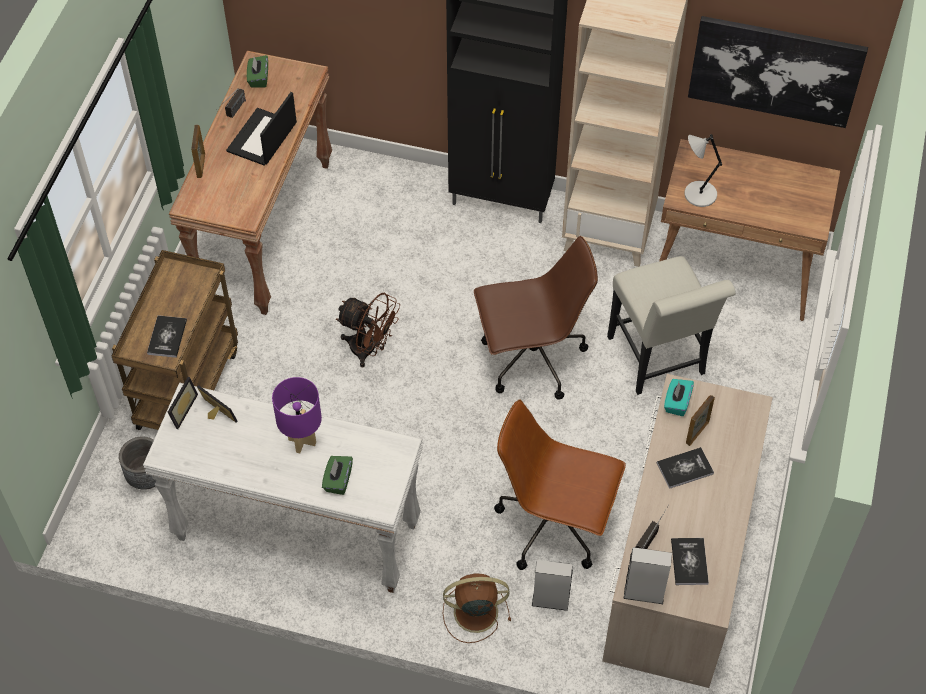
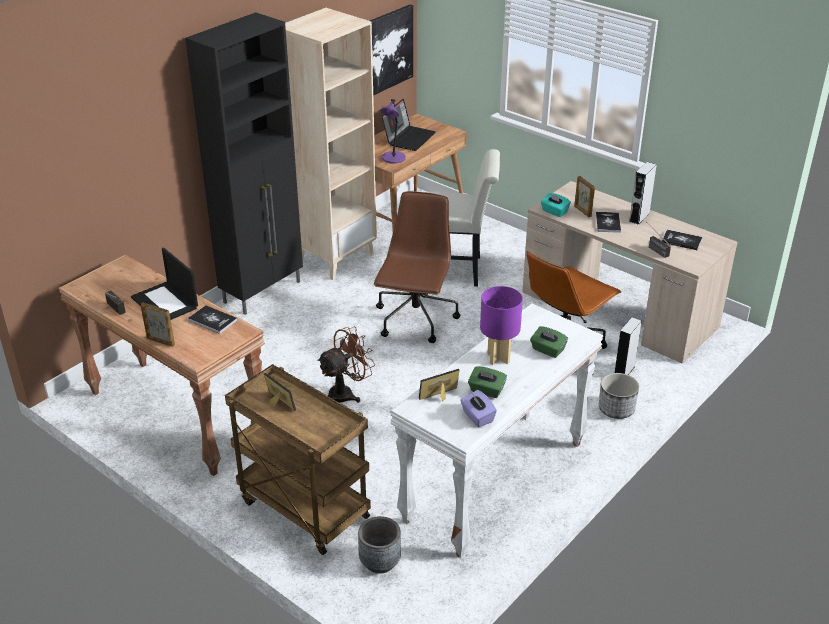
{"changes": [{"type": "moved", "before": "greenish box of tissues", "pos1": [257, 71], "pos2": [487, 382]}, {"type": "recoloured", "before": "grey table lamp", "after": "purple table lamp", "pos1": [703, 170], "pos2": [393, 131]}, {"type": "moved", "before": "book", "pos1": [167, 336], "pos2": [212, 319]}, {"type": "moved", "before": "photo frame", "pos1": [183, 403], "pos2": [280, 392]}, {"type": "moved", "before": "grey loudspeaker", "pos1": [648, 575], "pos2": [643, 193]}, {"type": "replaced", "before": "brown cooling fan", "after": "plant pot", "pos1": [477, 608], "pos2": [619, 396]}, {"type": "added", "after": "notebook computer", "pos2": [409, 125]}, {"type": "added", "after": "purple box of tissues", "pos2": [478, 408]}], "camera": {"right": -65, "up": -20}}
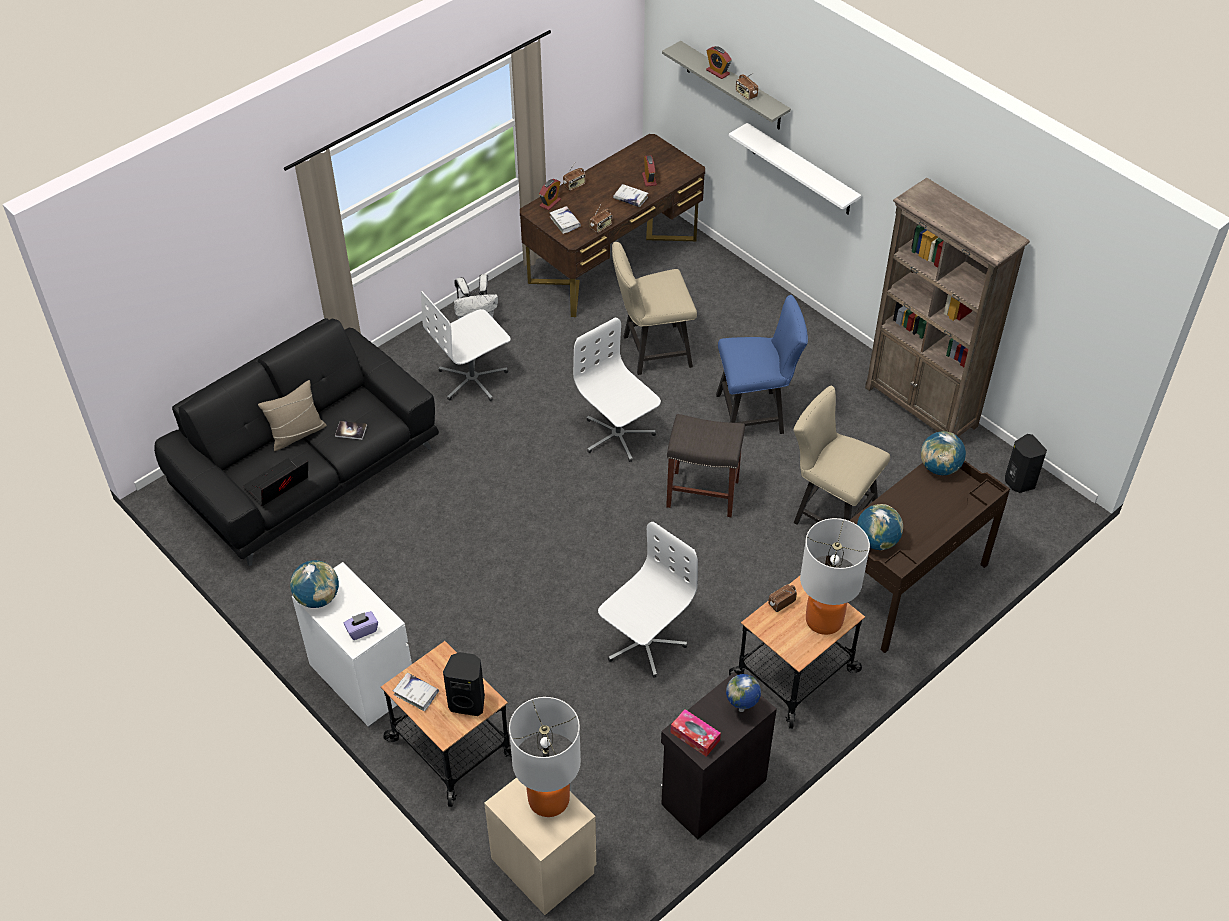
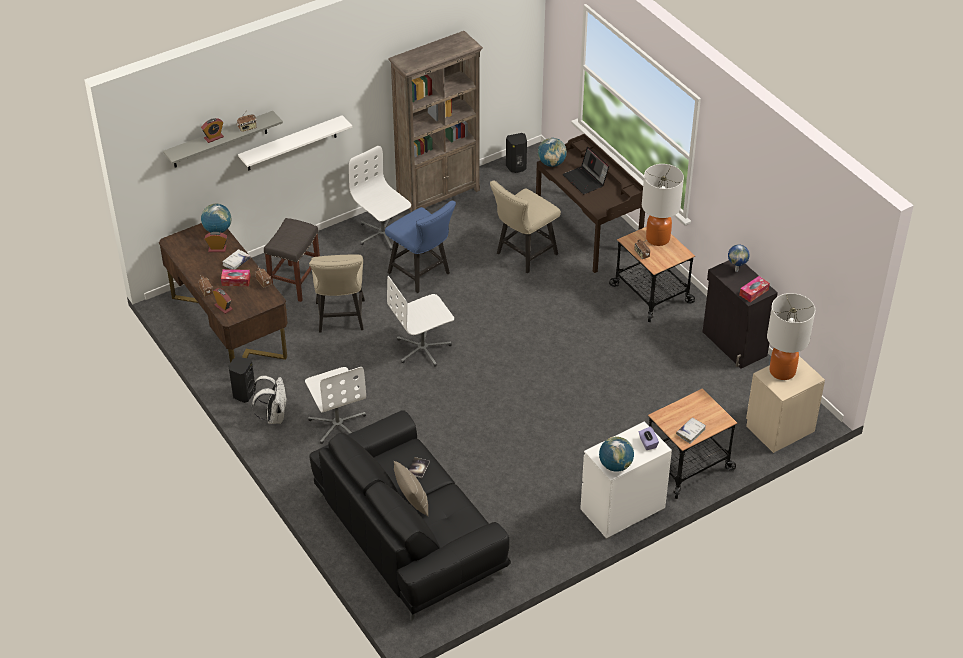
{"changes": [{"type": "removed", "before": "whitish book", "pos1": [565, 220]}, {"type": "turned", "before": "bluish plain chair", "pos1": [762, 364], "pos2": [420, 247], "turn": 135}, {"type": "moved", "before": "grey sitting stool", "pos1": [705, 465], "pos2": [292, 260]}, {"type": "moved", "before": "notebook computer", "pos1": [275, 482], "pos2": [586, 170]}, {"type": "moved", "before": "globe", "pos1": [880, 527], "pos2": [216, 218]}, {"type": "moved", "before": "whitish desk chair", "pos1": [648, 600], "pos2": [380, 198]}, {"type": "moved", "before": "black loudspeaker", "pos1": [464, 684], "pos2": [242, 380]}, {"type": "added", "after": "box of tissues", "pos2": [236, 277]}], "camera": {"right": -80, "up": -5}}
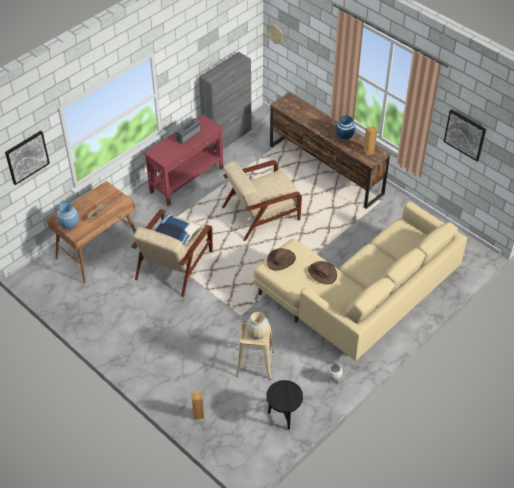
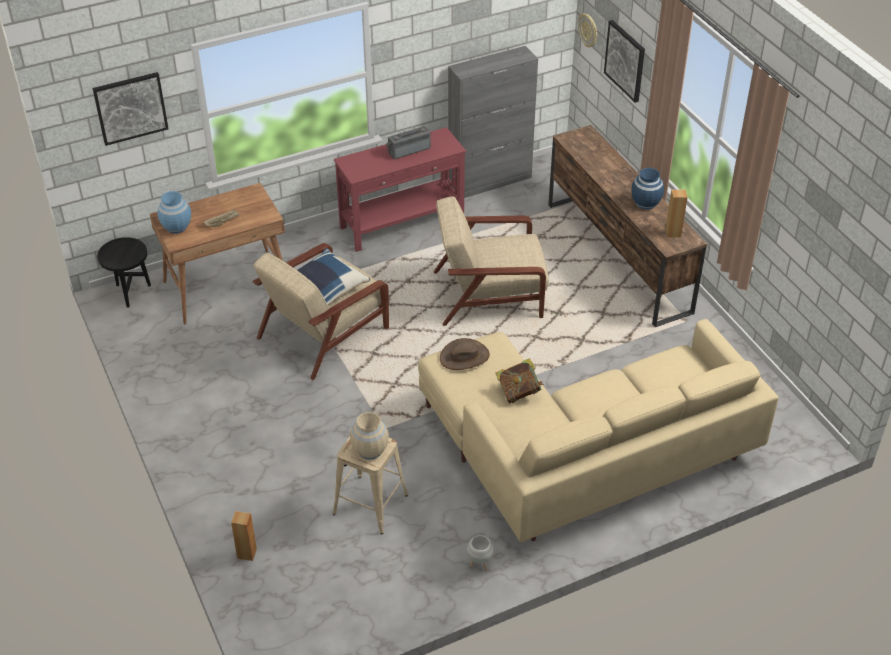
{"changes": [{"type": "moved", "before": "wall picture", "pos1": [465, 135], "pos2": [624, 61]}, {"type": "replaced", "before": "brown wearable hat", "after": "book", "pos1": [322, 273], "pos2": [519, 380]}, {"type": "moved", "before": "black accent table", "pos1": [284, 405], "pos2": [124, 272]}], "camera": {"right": 20, "up": -5}}
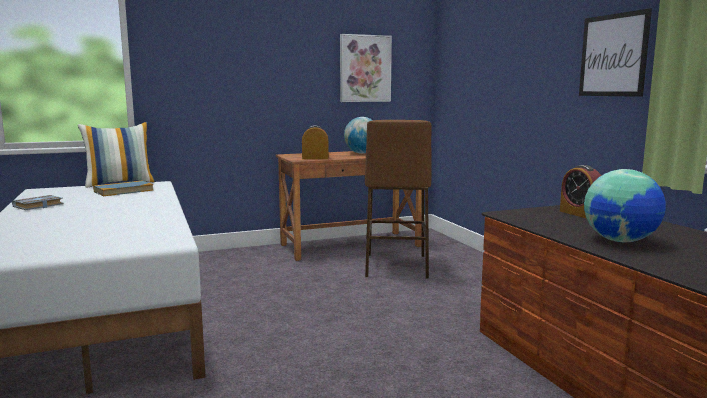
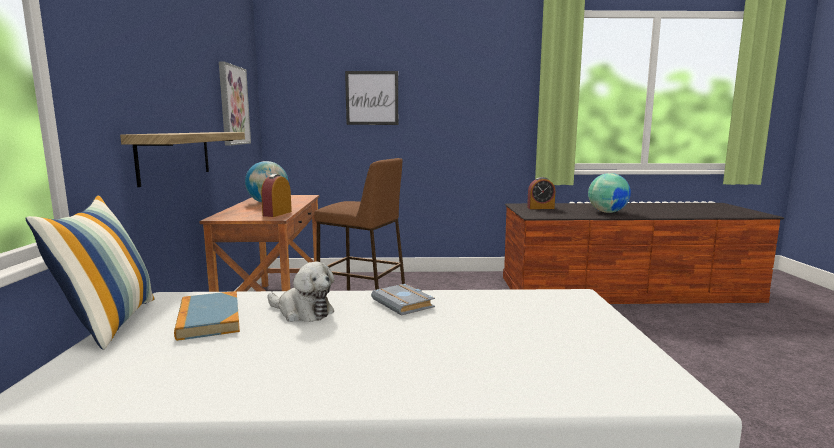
{"changes": [{"type": "moved", "before": "wall picture", "pos1": [615, 52], "pos2": [371, 98]}, {"type": "moved", "before": "grey book", "pos1": [38, 202], "pos2": [403, 300]}, {"type": "added", "after": "wall shelf", "pos2": [182, 159]}, {"type": "added", "after": "cuddly toy", "pos2": [300, 292]}], "camera": {"right": -70, "up": 0}}
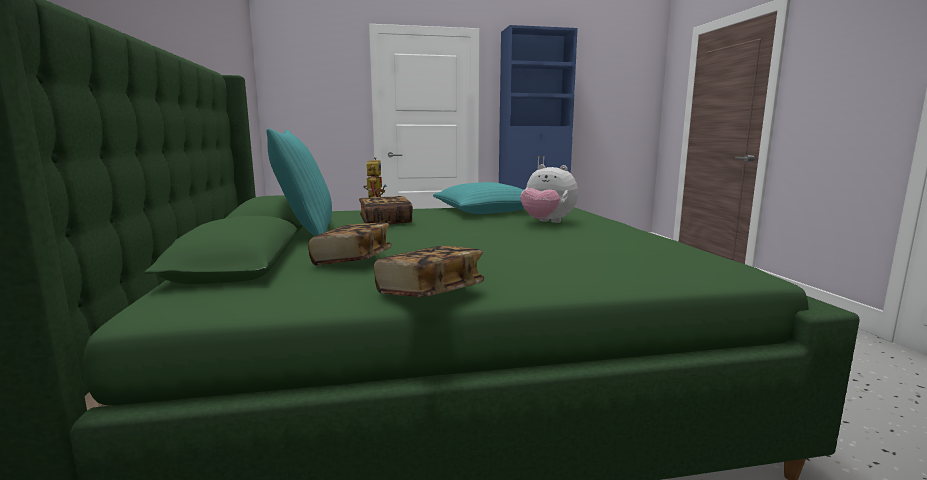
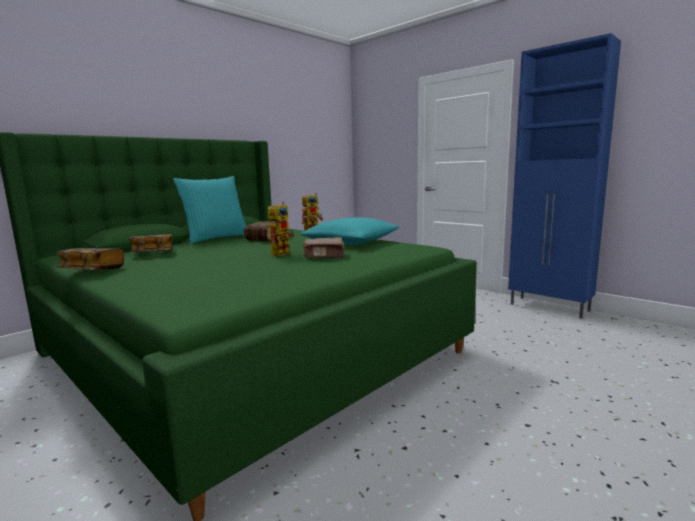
{"changes": [{"type": "replaced", "before": "cuddly toy", "after": "brown book", "pos1": [549, 193], "pos2": [324, 247]}, {"type": "added", "after": "toy robot", "pos2": [281, 229]}], "camera": {"right": 55, "up": 0}}
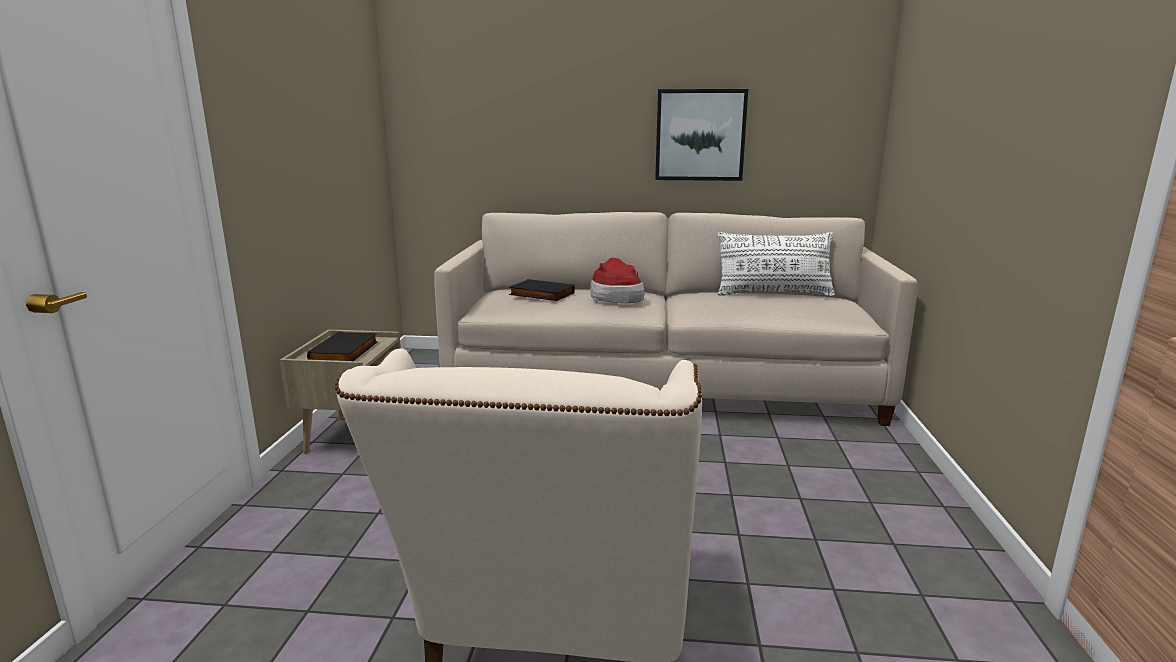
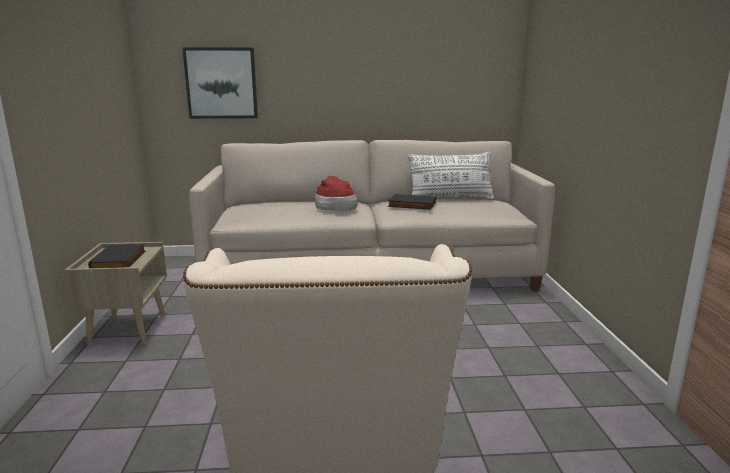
{"changes": [{"type": "moved", "before": "wall picture", "pos1": [701, 135], "pos2": [220, 83]}, {"type": "moved", "before": "black book", "pos1": [542, 290], "pos2": [412, 202]}], "camera": {"right": -10, "up": 0}}
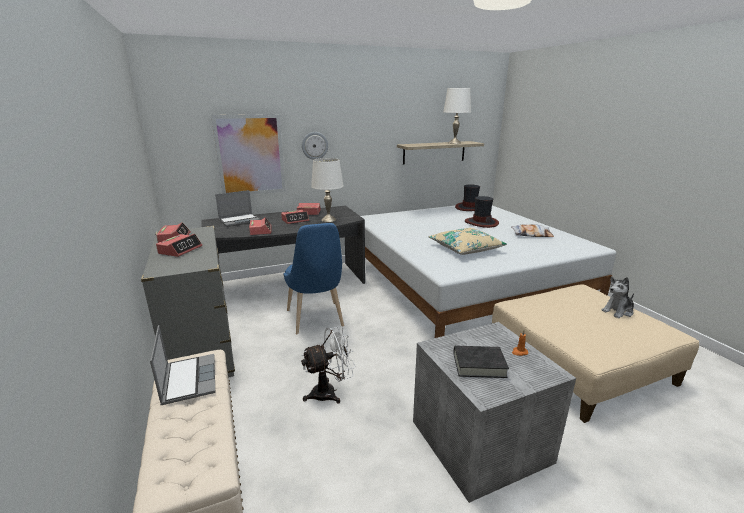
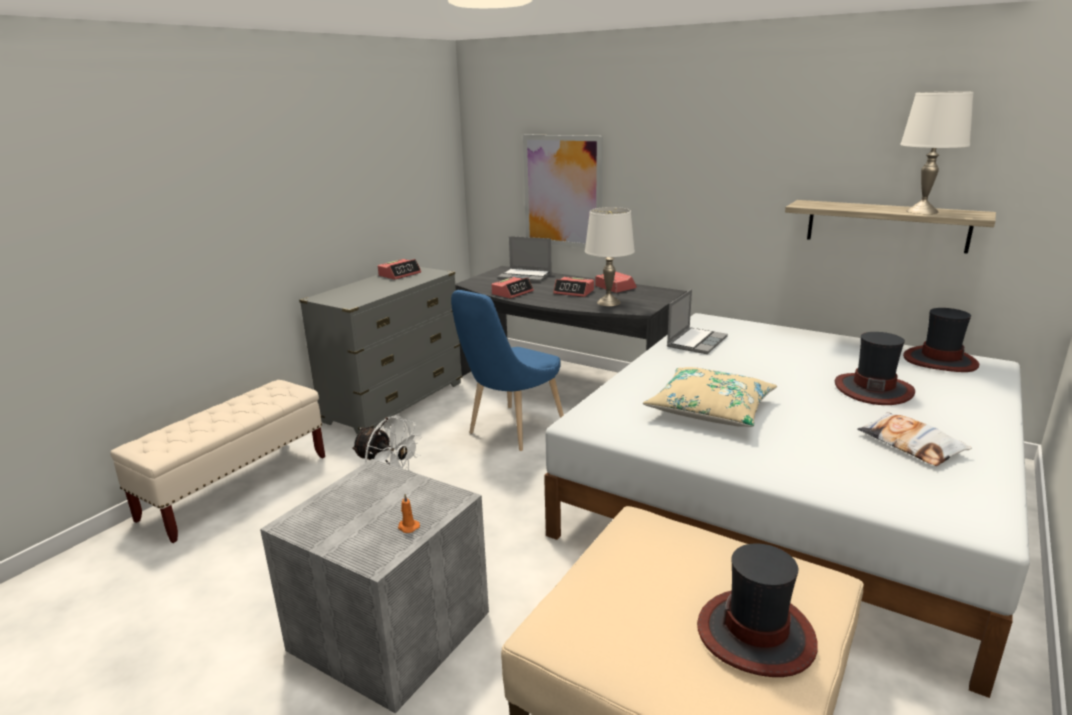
{"changes": [{"type": "removed", "before": "clock on the wall", "pos1": [315, 146]}, {"type": "removed", "before": "table clock", "pos1": [179, 245]}, {"type": "replaced", "before": "cuddly toy", "after": "wearable hat", "pos1": [617, 297], "pos2": [757, 610]}, {"type": "moved", "before": "notebook computer", "pos1": [182, 365], "pos2": [697, 321]}, {"type": "removed", "before": "black book", "pos1": [481, 362]}], "camera": {"right": 55, "up": 0}}
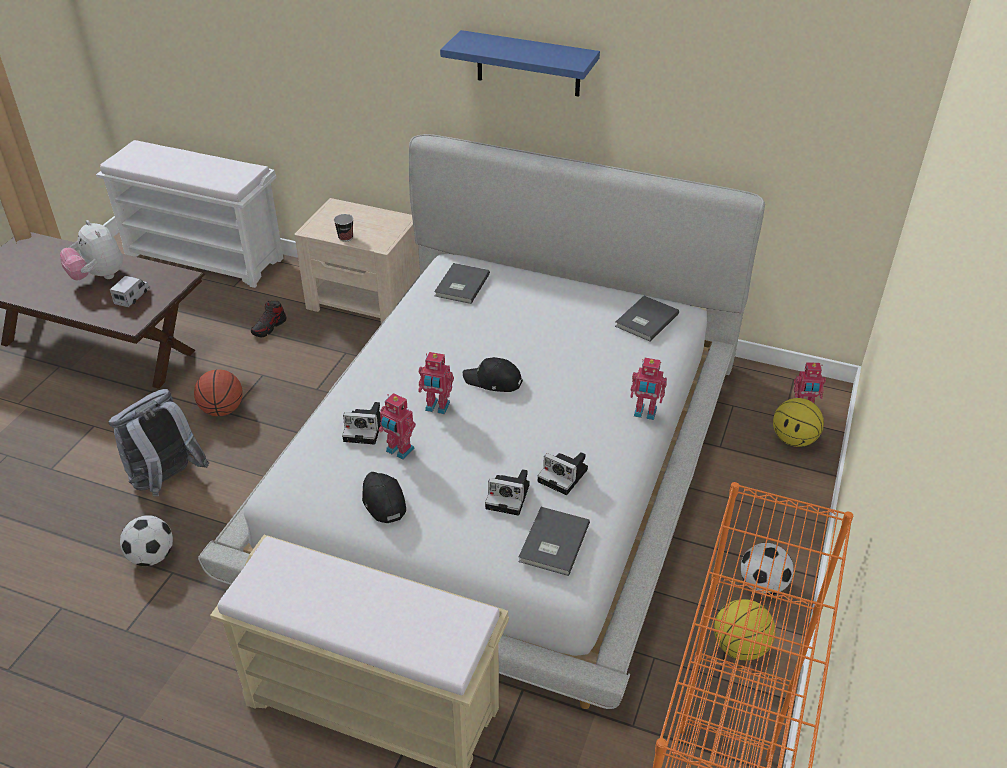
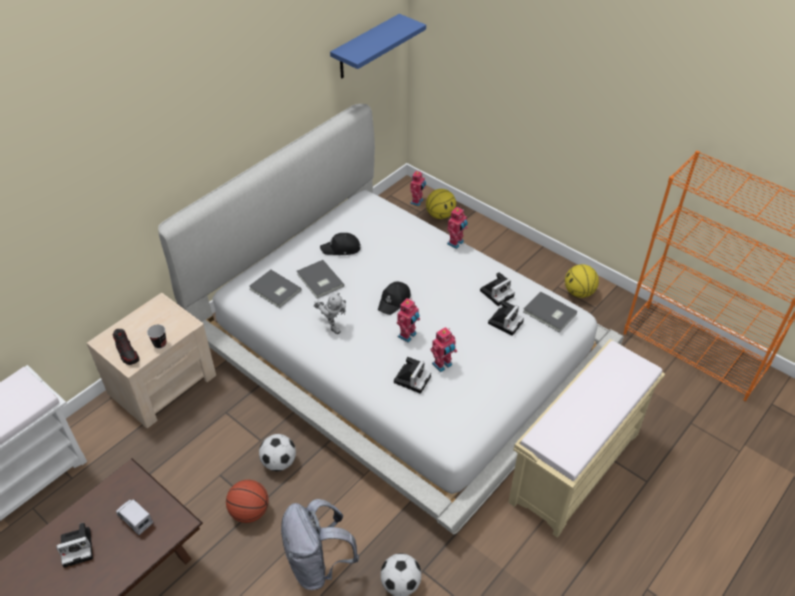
{"changes": [{"type": "moved", "before": "bluish wall shelf", "pos1": [520, 63], "pos2": [378, 46]}, {"type": "replaced", "before": "cuddly toy", "after": "still camera", "pos1": [91, 250], "pos2": [74, 545]}, {"type": "moved", "before": "grey book", "pos1": [647, 319], "pos2": [320, 279]}, {"type": "moved", "before": "item of footwear", "pos1": [269, 319], "pos2": [126, 347]}, {"type": "moved", "before": "black cap", "pos1": [384, 497], "pos2": [340, 244]}, {"type": "moved", "before": "football ball", "pos1": [767, 569], "pos2": [277, 452]}, {"type": "added", "after": "toy robot", "pos2": [330, 313]}], "camera": {"right": -70, "up": 5}}
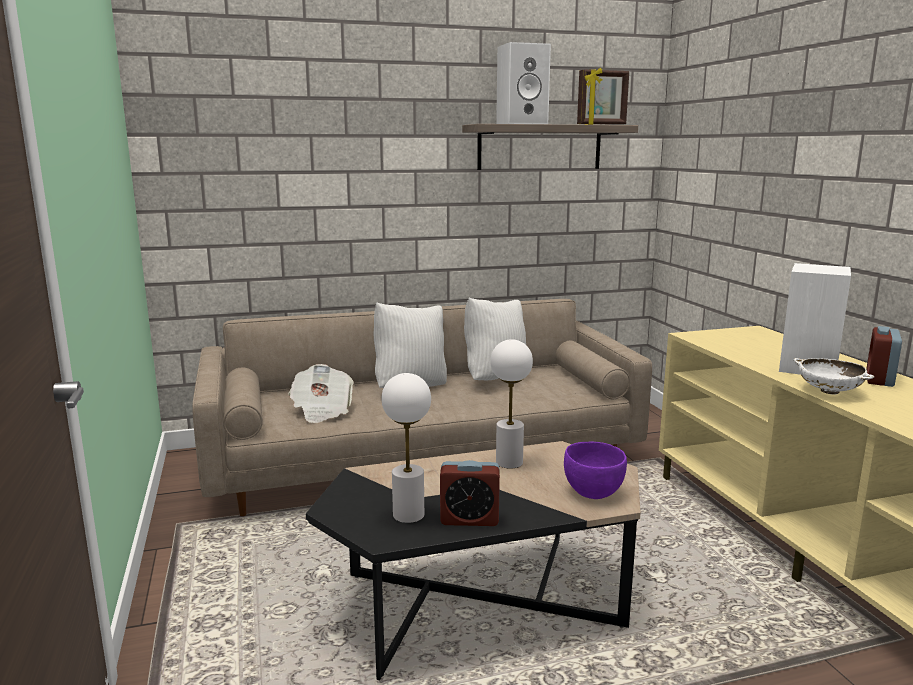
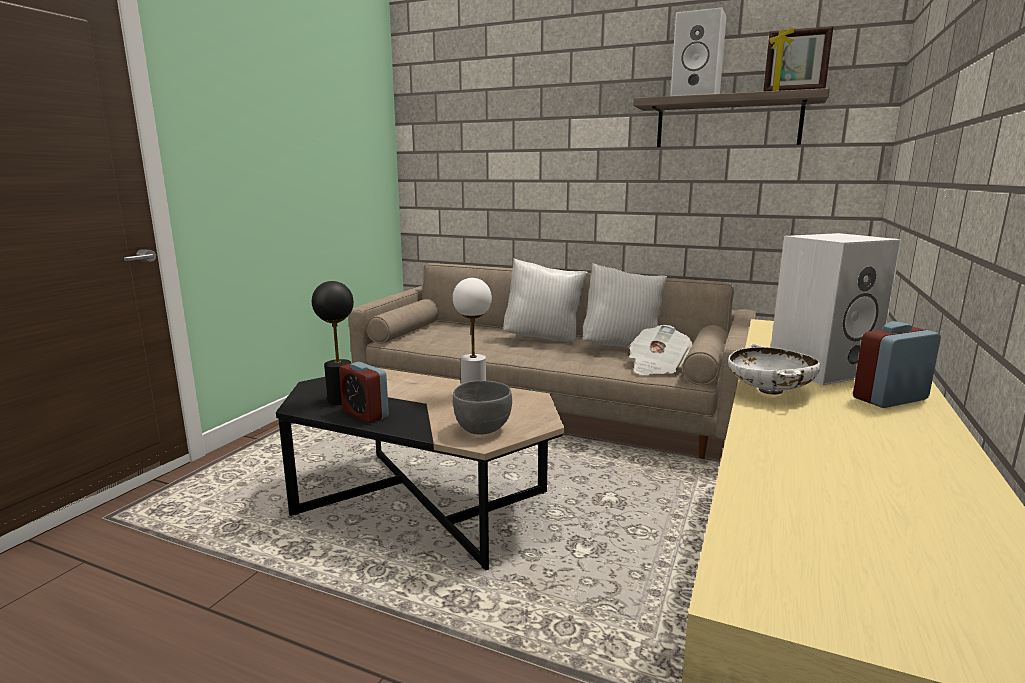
{"changes": [{"type": "moved", "before": "daily paper", "pos1": [321, 393], "pos2": [660, 350]}, {"type": "recoloured", "before": "whitish table lamp", "after": "black table lamp", "pos1": [406, 448], "pos2": [333, 343]}, {"type": "recoloured", "before": "purple bowl", "after": "grey bowl", "pos1": [595, 470], "pos2": [482, 407]}], "camera": {"right": 40, "up": 0}}
